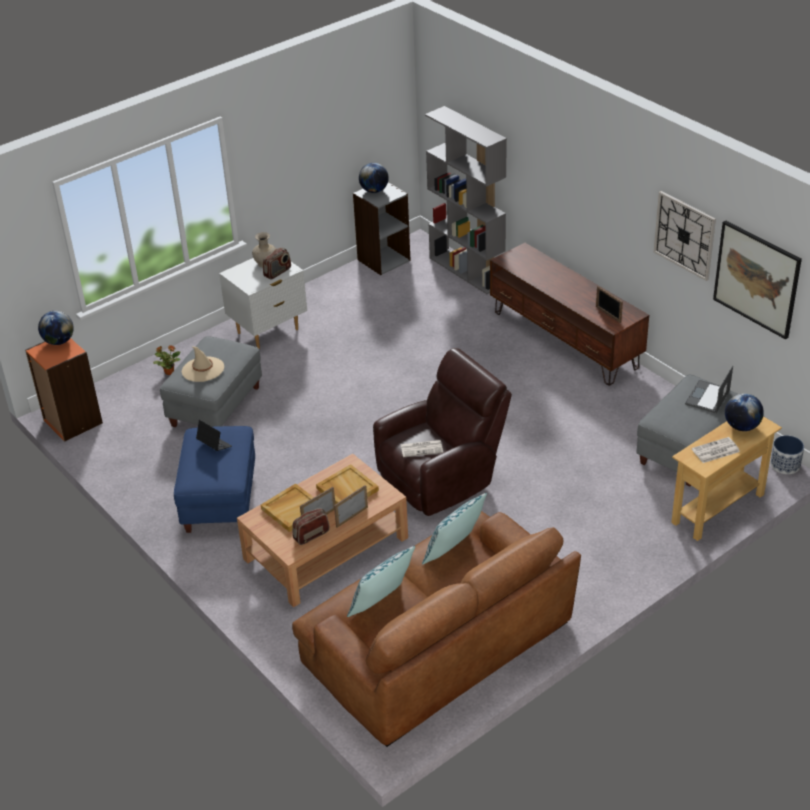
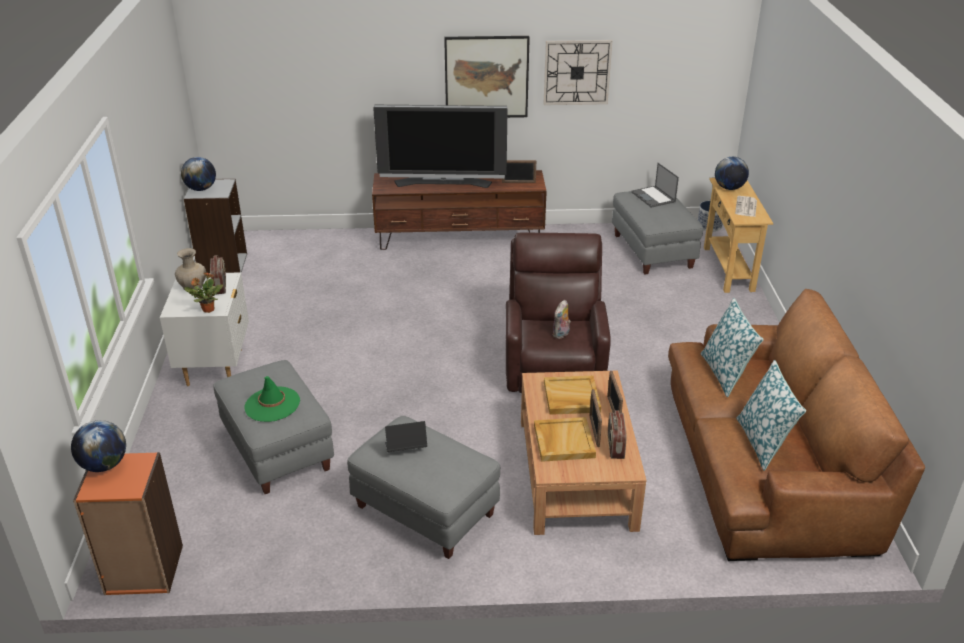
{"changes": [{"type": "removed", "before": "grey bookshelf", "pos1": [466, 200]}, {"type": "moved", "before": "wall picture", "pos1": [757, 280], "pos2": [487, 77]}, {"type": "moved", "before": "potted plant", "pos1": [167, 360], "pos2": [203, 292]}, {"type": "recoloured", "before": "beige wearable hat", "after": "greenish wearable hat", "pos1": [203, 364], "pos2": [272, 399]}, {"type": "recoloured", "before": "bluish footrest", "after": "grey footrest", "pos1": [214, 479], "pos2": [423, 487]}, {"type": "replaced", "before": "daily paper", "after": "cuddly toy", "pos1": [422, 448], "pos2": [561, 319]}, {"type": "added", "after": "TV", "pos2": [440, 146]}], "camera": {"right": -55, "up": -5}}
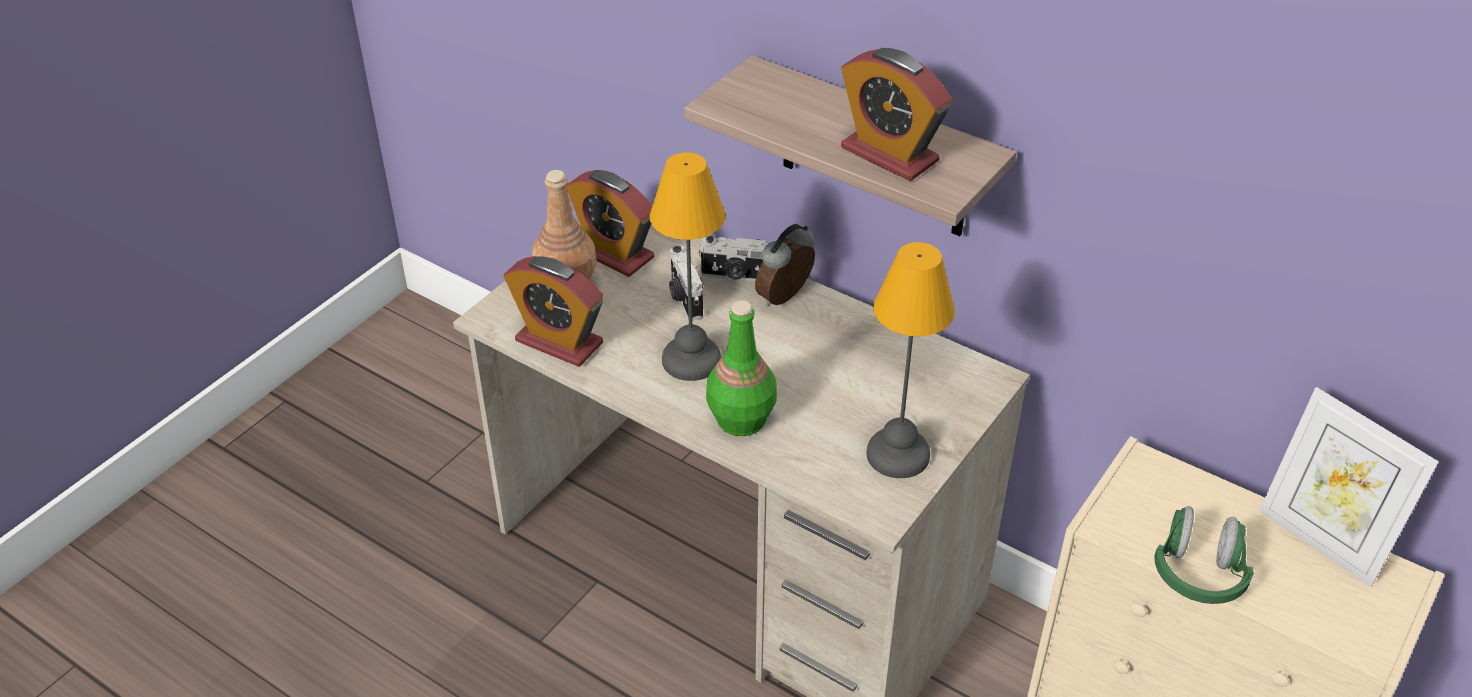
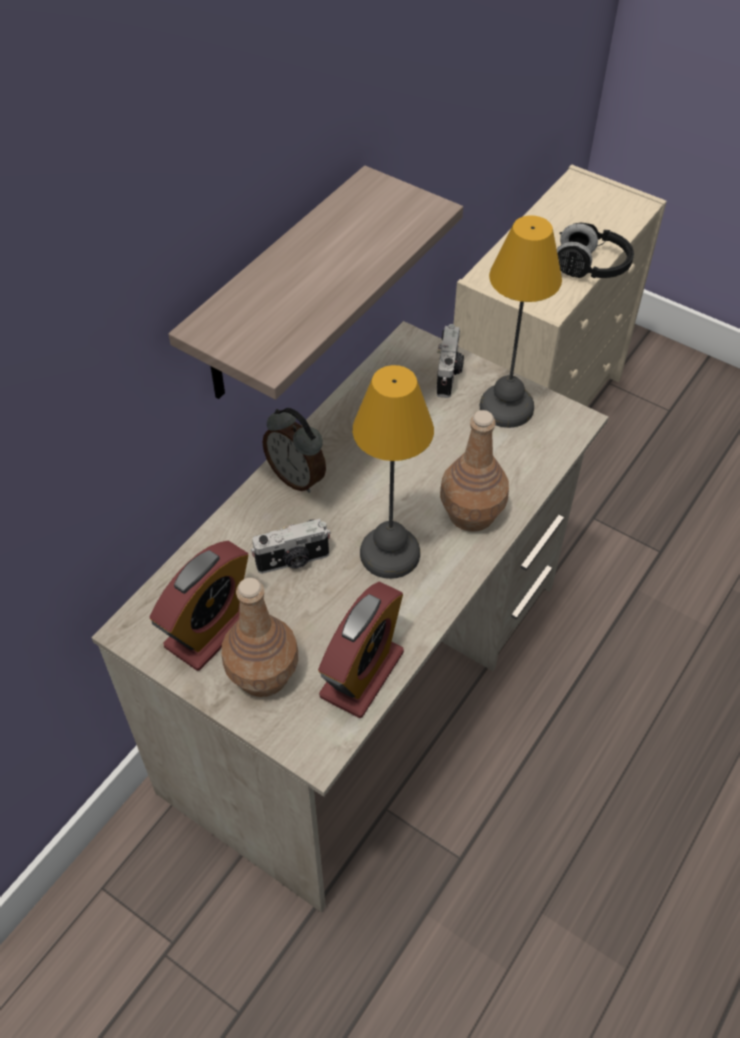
{"changes": [{"type": "removed", "before": "table clock", "pos1": [896, 114]}, {"type": "moved", "before": "still camera", "pos1": [733, 258], "pos2": [450, 361]}, {"type": "recoloured", "before": "greenish beverage bottle", "after": "brown beverage bottle", "pos1": [741, 368], "pos2": [474, 471]}, {"type": "removed", "before": "photo frame", "pos1": [1349, 487]}, {"type": "recoloured", "before": "greenish headphones", "after": "black headphones", "pos1": [1204, 555], "pos2": [595, 250]}], "camera": {"right": -90, "up": 10}}
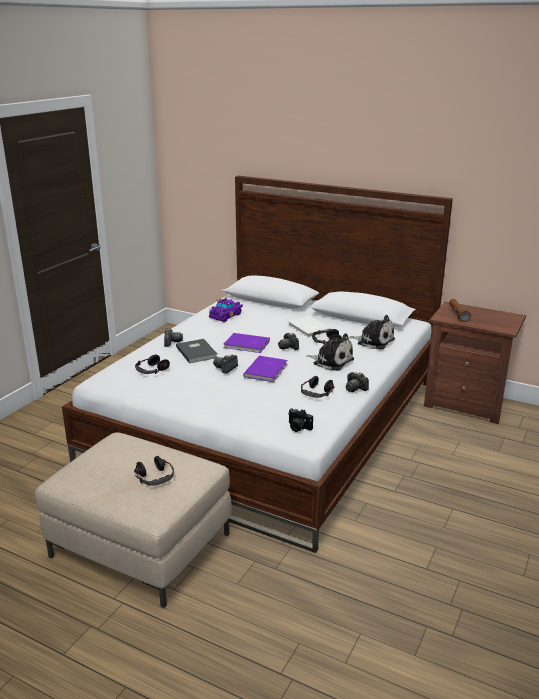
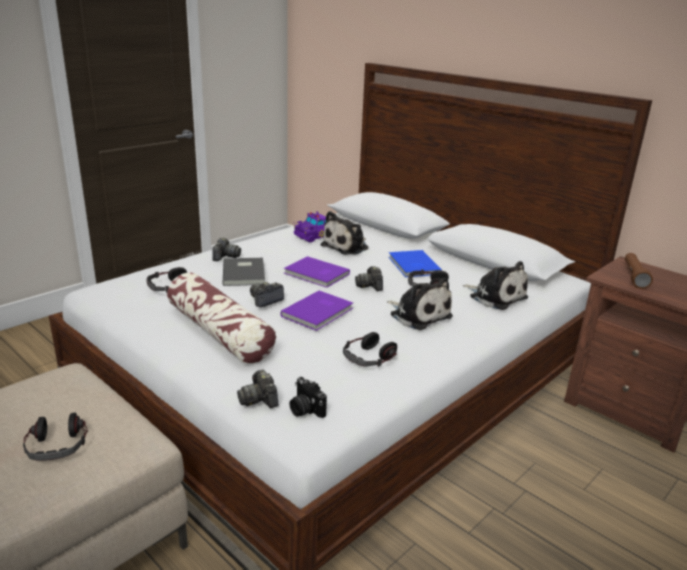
{"changes": [{"type": "recoloured", "before": "whitish book", "after": "bluish book", "pos1": [309, 326], "pos2": [415, 263]}, {"type": "moved", "before": "still camera", "pos1": [357, 382], "pos2": [257, 388]}, {"type": "added", "after": "cuddly toy", "pos2": [344, 233]}, {"type": "added", "after": "throw pillow", "pos2": [221, 318]}], "camera": {"right": 15, "up": 0}}
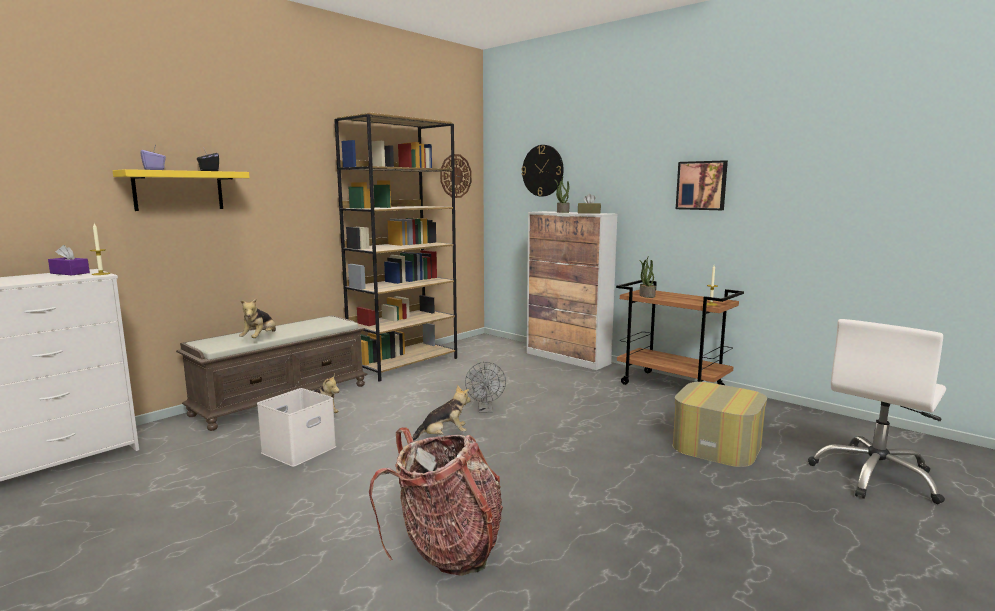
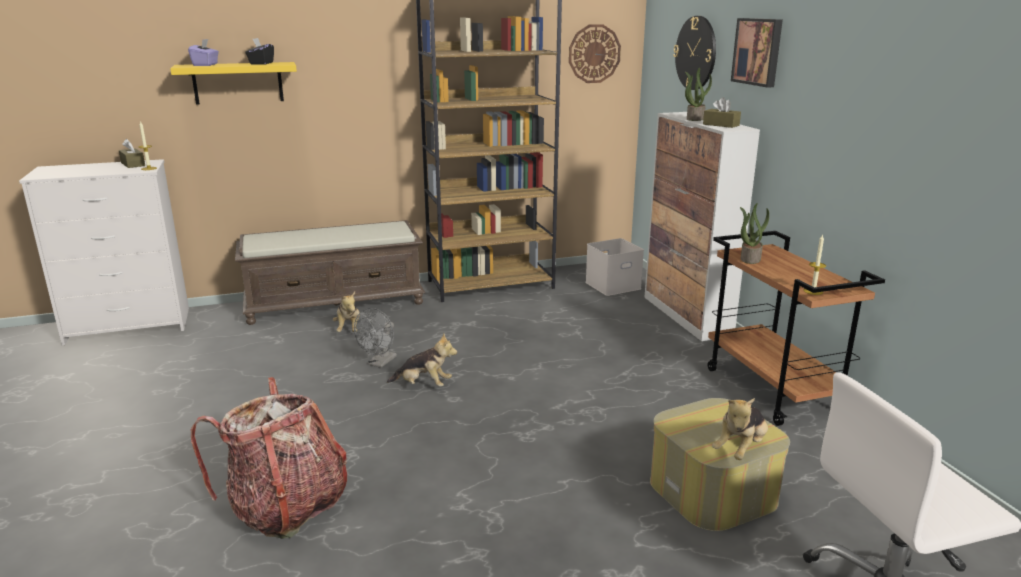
{"changes": [{"type": "moved", "before": "wall picture", "pos1": [702, 185], "pos2": [757, 53]}, {"type": "recoloured", "before": "purple box of tissues", "after": "brown box of tissues", "pos1": [69, 260], "pos2": [132, 153]}, {"type": "moved", "before": "cuddly toy", "pos1": [257, 318], "pos2": [740, 429]}, {"type": "moved", "before": "grey cooling fan", "pos1": [485, 387], "pos2": [375, 338]}, {"type": "moved", "before": "whitish storage bin", "pos1": [296, 427], "pos2": [614, 267]}], "camera": {"right": 30, "up": 10}}
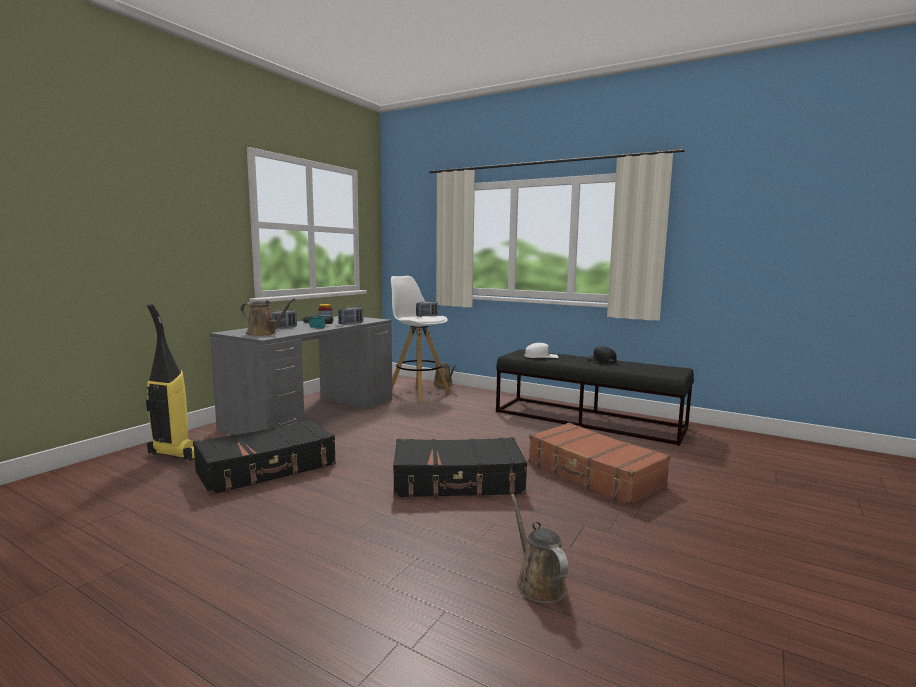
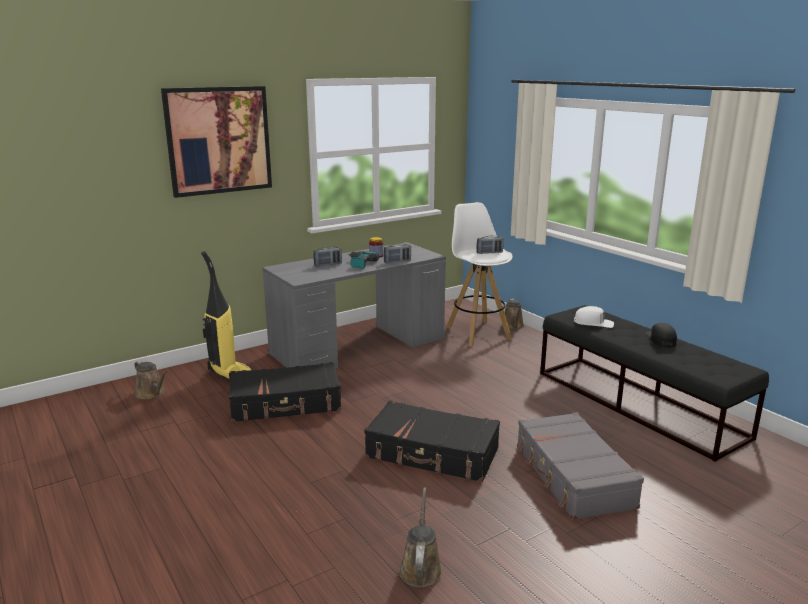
{"changes": [{"type": "moved", "before": "brown watering pot", "pos1": [268, 317], "pos2": [150, 379]}, {"type": "recoloured", "before": "brown piece of luggage", "after": "grey piece of luggage", "pos1": [599, 464], "pos2": [580, 466]}, {"type": "added", "after": "wall picture", "pos2": [216, 142]}], "camera": {"right": 25, "up": 10}}
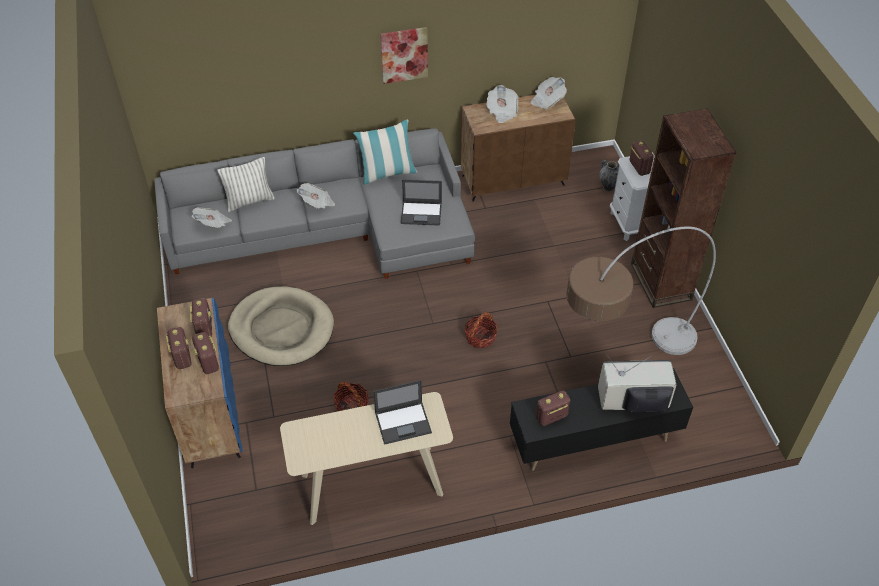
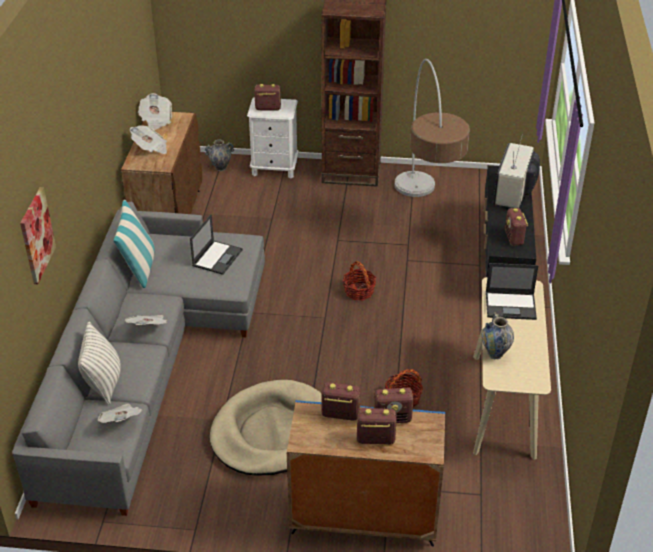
{"changes": [{"type": "moved", "before": "wall picture", "pos1": [404, 55], "pos2": [38, 235]}, {"type": "turned", "before": "notebook computer", "pos1": [402, 412], "pos2": [512, 291], "turn": 90}, {"type": "added", "after": "decorative vase", "pos2": [498, 335]}], "camera": {"right": -70, "up": -10}}
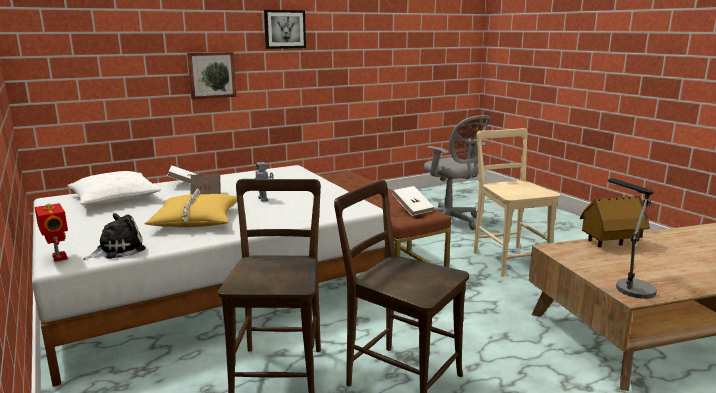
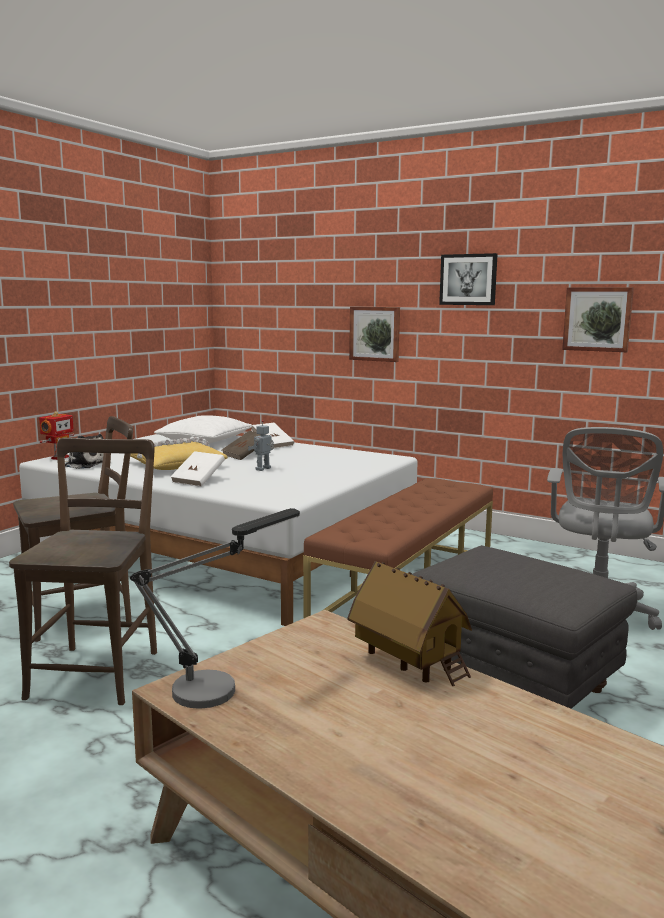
{"changes": [{"type": "replaced", "before": "beige plain chair", "after": "grey footrest", "pos1": [517, 202], "pos2": [524, 627]}, {"type": "moved", "before": "whitish book", "pos1": [413, 201], "pos2": [197, 469]}, {"type": "added", "after": "wall picture", "pos2": [598, 319]}], "camera": {"right": 60, "up": -5}}
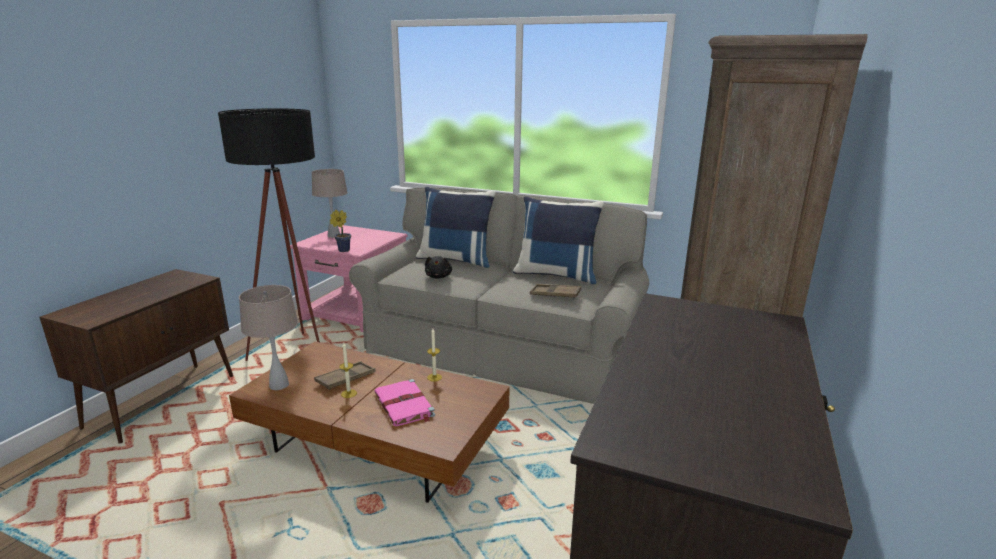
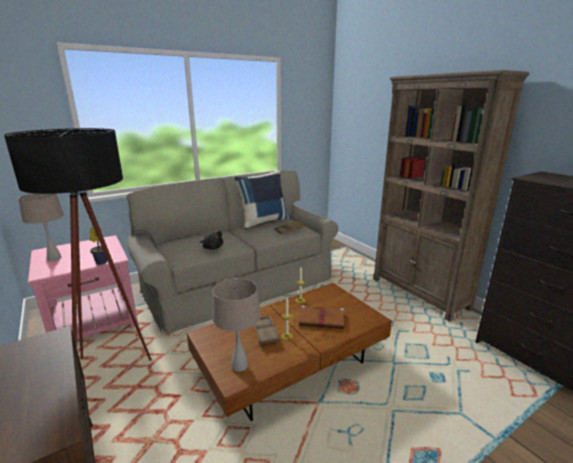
{"changes": [{"type": "removed", "before": "bluish throw pillow", "pos1": [456, 227]}, {"type": "recoloured", "before": "pink book", "after": "brown book", "pos1": [404, 402], "pos2": [323, 317]}], "camera": {"right": -55, "up": 0}}
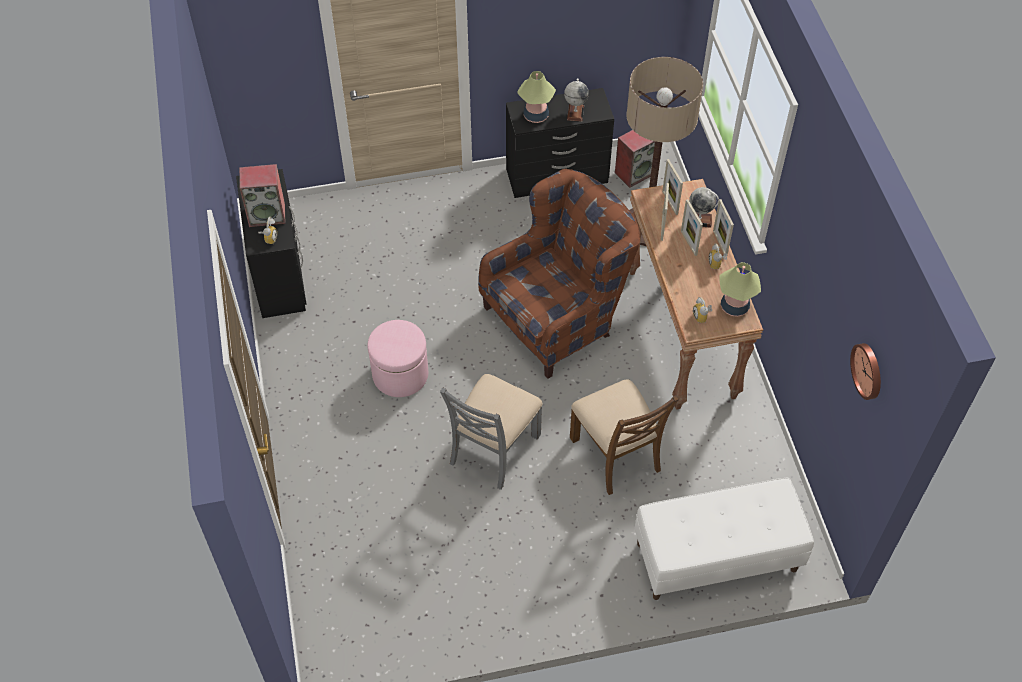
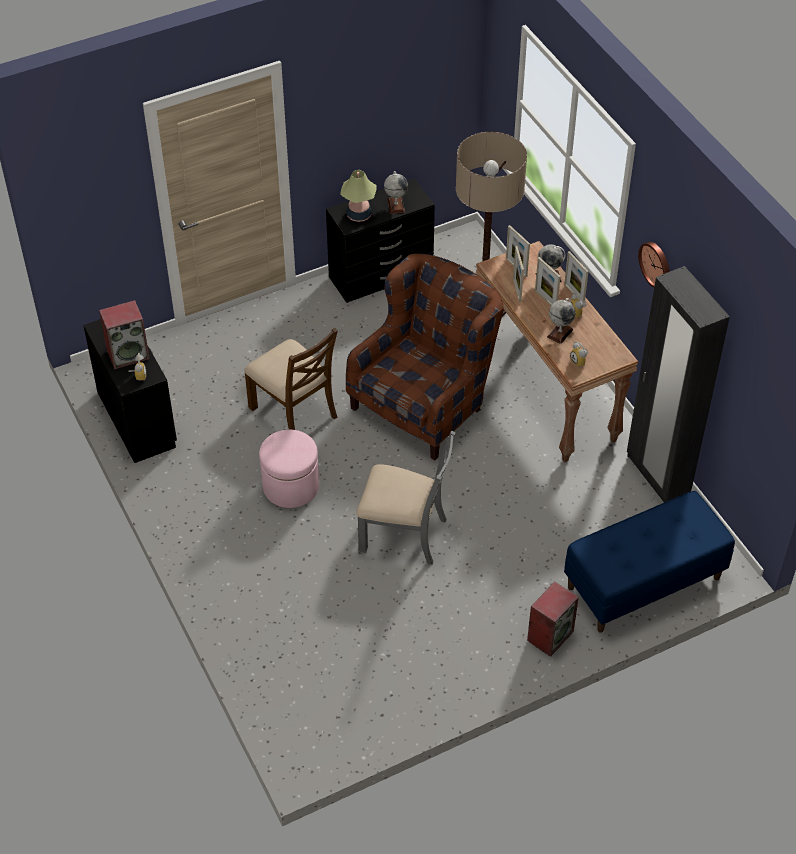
{"changes": [{"type": "moved", "before": "loudspeaker", "pos1": [635, 159], "pos2": [553, 619]}, {"type": "removed", "before": "table lamp", "pos1": [740, 289]}, {"type": "moved", "before": "clock on the wall", "pos1": [865, 371], "pos2": [654, 265]}, {"type": "turned", "before": "grey plain chair", "pos1": [491, 432], "pos2": [406, 498], "turn": -90}, {"type": "moved", "before": "brown plain chair", "pos1": [624, 437], "pos2": [291, 379]}, {"type": "recoloured", "before": "whitish bench", "after": "bluish bench", "pos1": [724, 539], "pos2": [649, 562]}, {"type": "added", "after": "black wardrobe", "pos2": [678, 384]}, {"type": "added", "after": "globe", "pos2": [561, 321]}], "camera": {"right": -15, "up": -5}}
